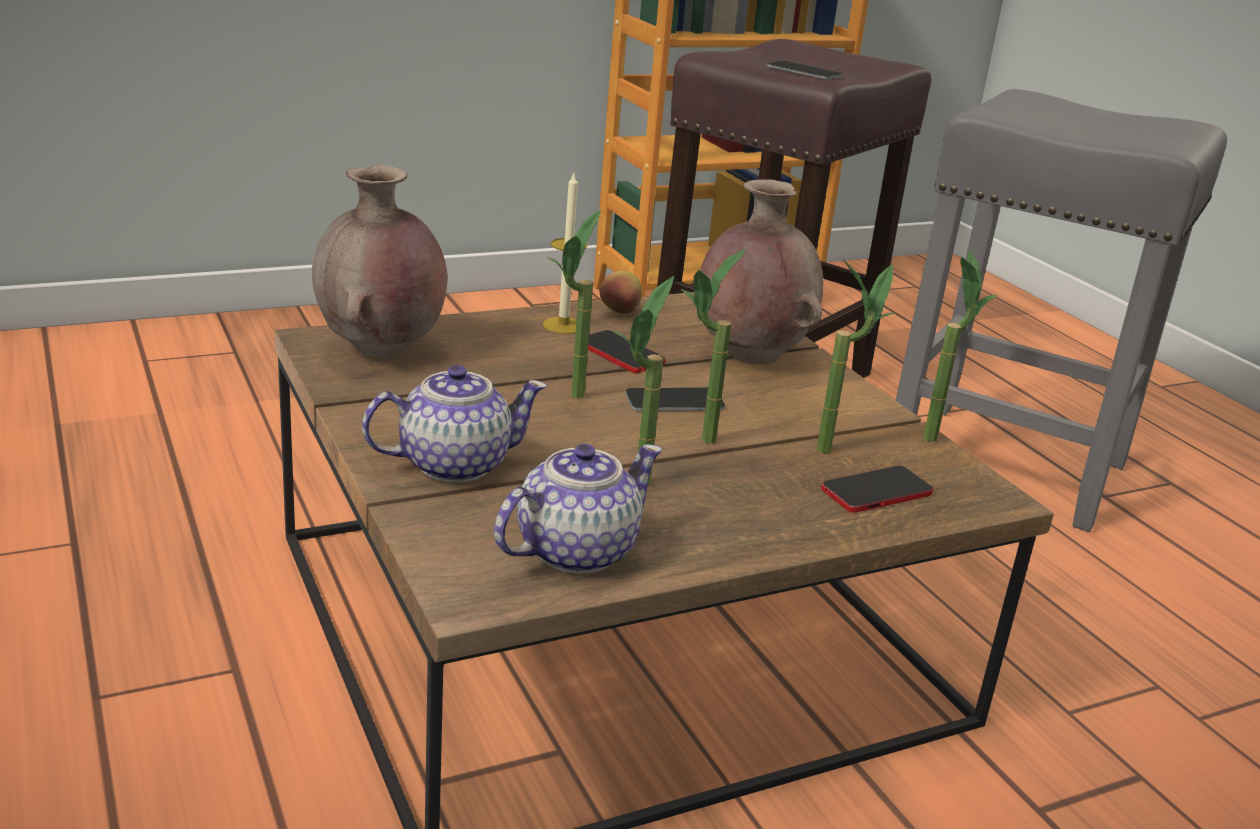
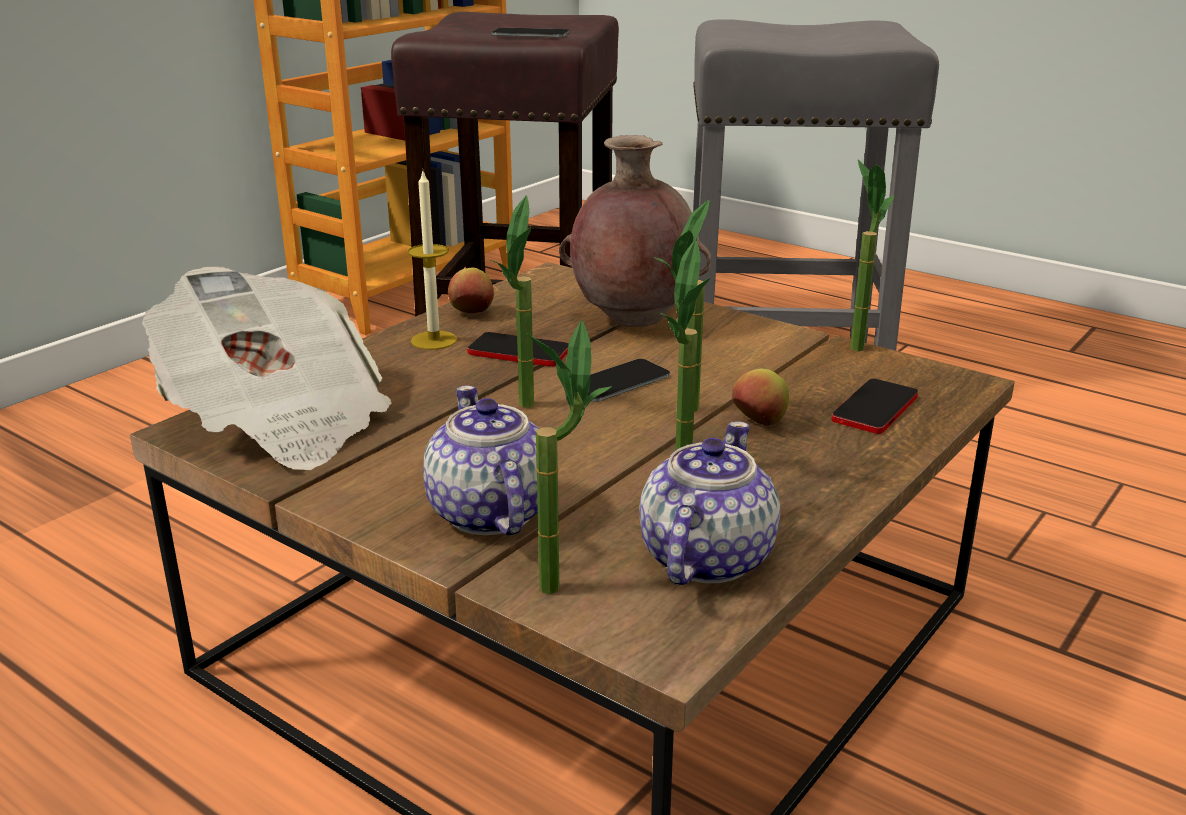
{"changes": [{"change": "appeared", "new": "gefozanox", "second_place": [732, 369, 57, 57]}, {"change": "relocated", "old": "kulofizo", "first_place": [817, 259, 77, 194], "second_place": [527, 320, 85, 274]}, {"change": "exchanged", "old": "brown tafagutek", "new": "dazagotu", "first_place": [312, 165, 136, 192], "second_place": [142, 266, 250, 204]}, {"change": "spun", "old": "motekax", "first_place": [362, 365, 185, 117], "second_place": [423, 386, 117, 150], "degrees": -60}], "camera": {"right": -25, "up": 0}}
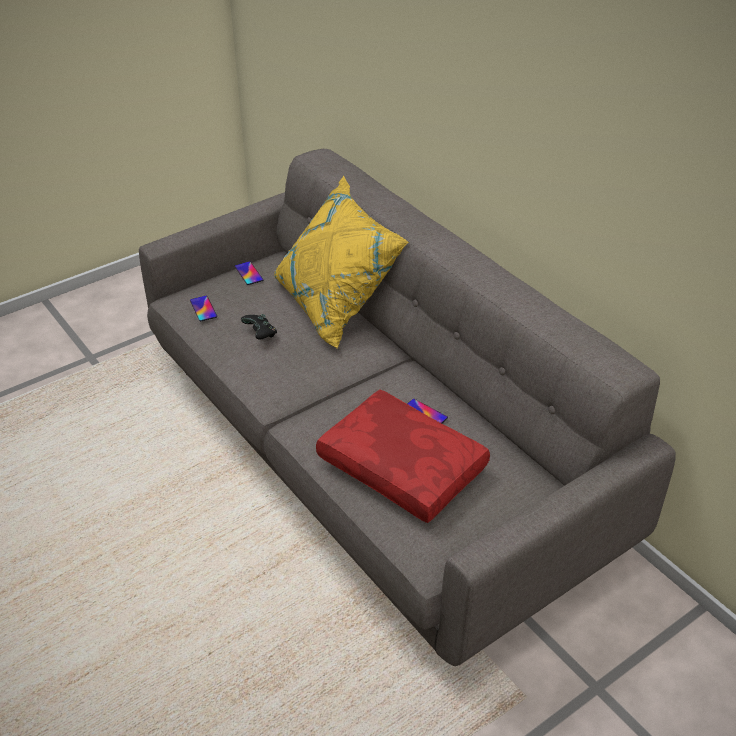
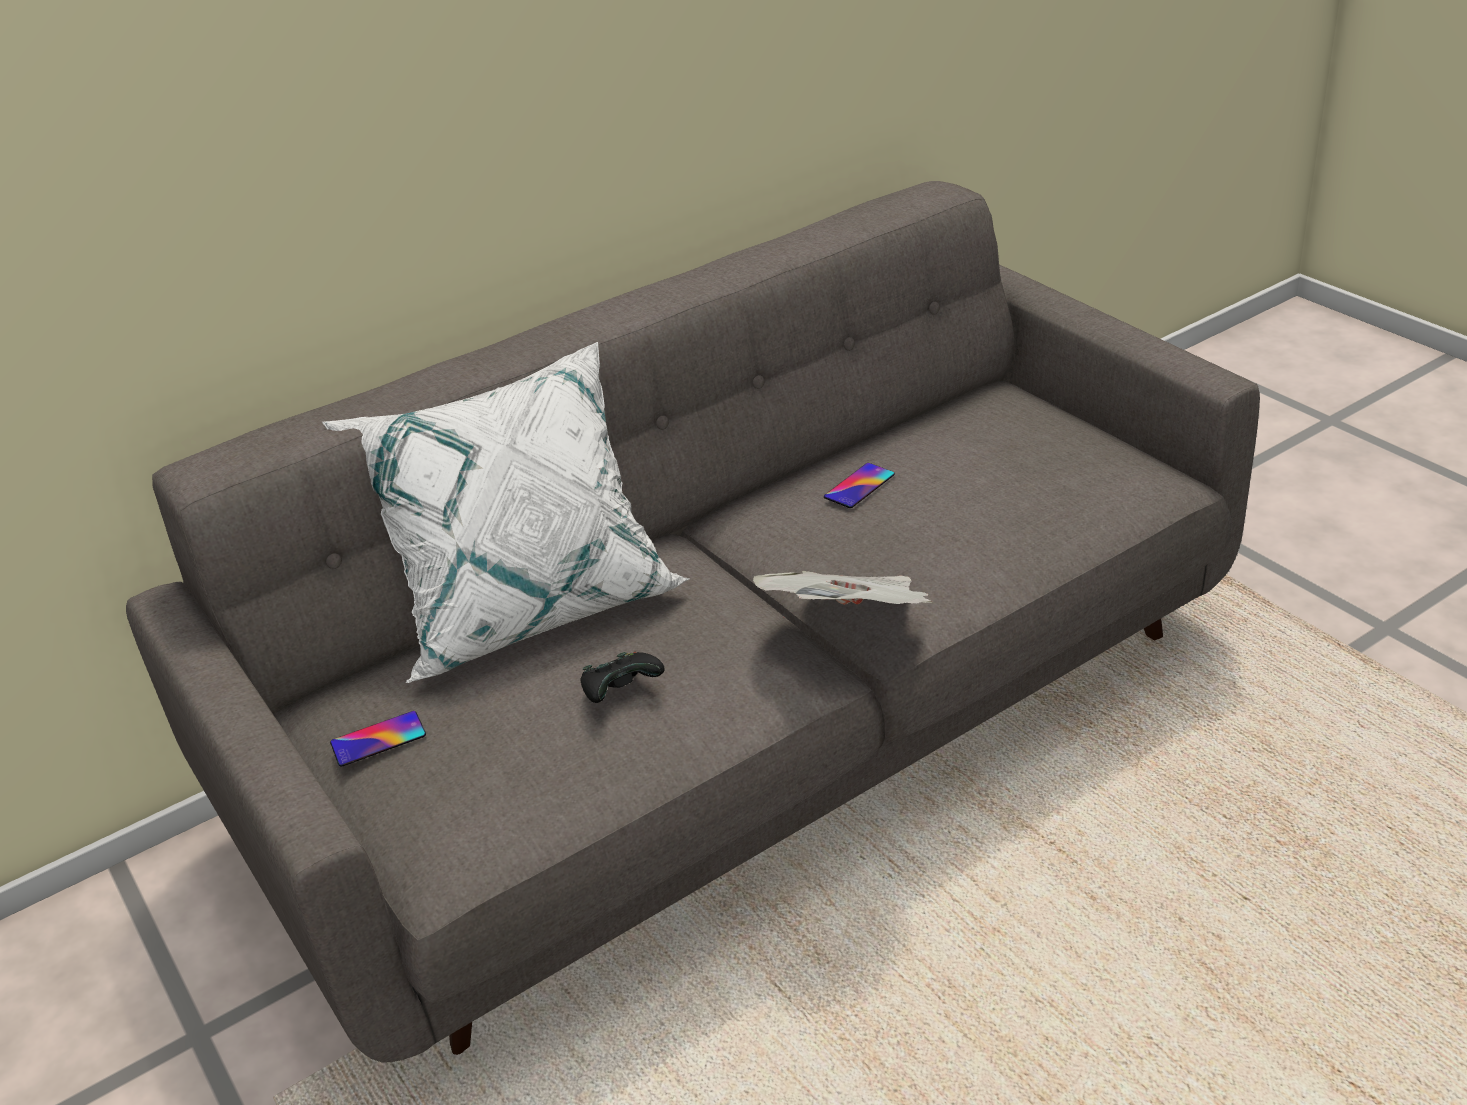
{"changes": [{"change": "missing", "old": "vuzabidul", "first_place": [190, 296, 27, 25]}, {"change": "missing", "old": "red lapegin", "first_place": [316, 390, 174, 133]}, {"change": "appeared", "new": "dazagotu", "second_place": [753, 571, 179, 34]}, {"change": "colour", "old": "yellow lapegin", "new": "white lapegin", "first_place": [274, 176, 135, 172], "second_place": [322, 342, 368, 341]}], "camera": {"right": -85, "up": -5}}
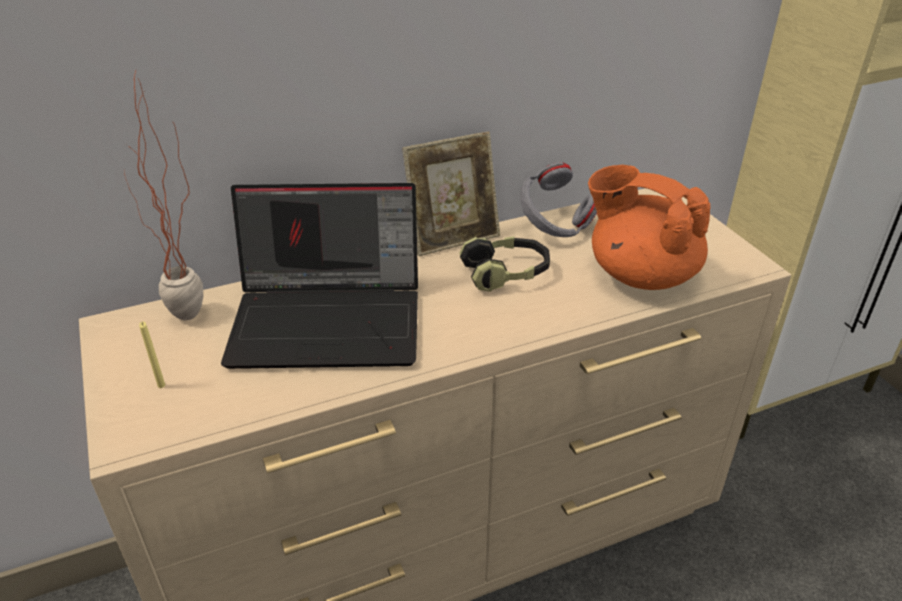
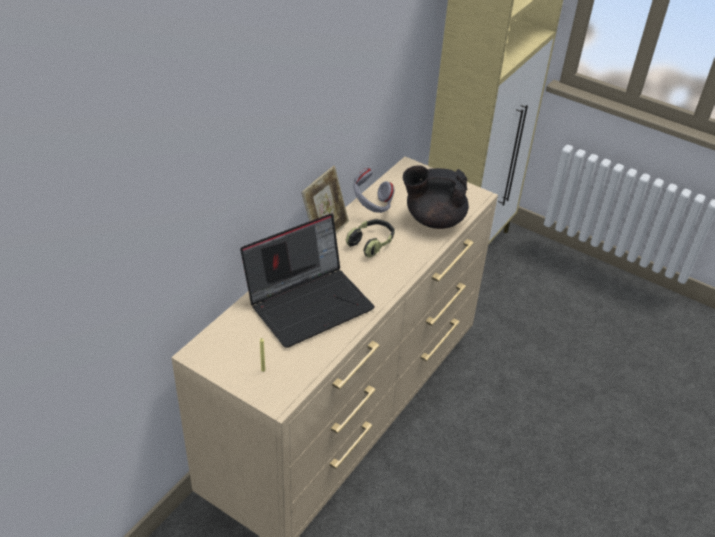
{"changes": [{"change": "missing", "old": "kulofizo", "first_place": [124, 70, 79, 250]}, {"change": "colour", "old": "orange motekax", "new": "black motekax", "first_place": [588, 165, 123, 125], "second_place": [403, 165, 66, 64]}], "camera": {"right": -35, "up": 5}}
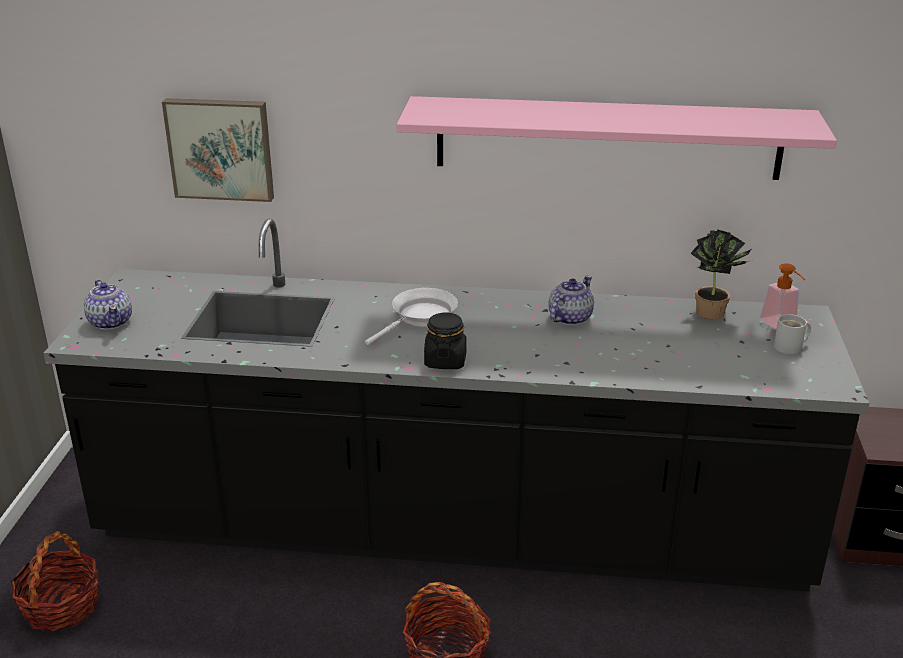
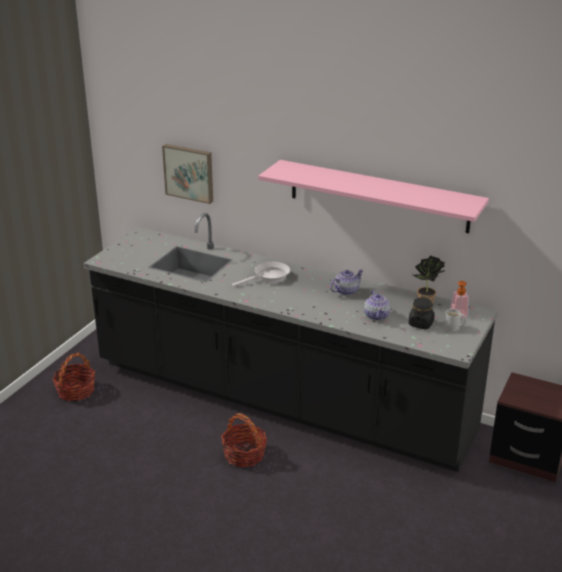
{"changes": [{"change": "relocated", "old": "motekax", "first_place": [84, 280, 48, 50], "second_place": [364, 290, 27, 31]}, {"change": "relocated", "old": "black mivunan", "first_place": [424, 313, 43, 56], "second_place": [408, 298, 27, 31]}], "camera": {"right": 20, "up": 0}}
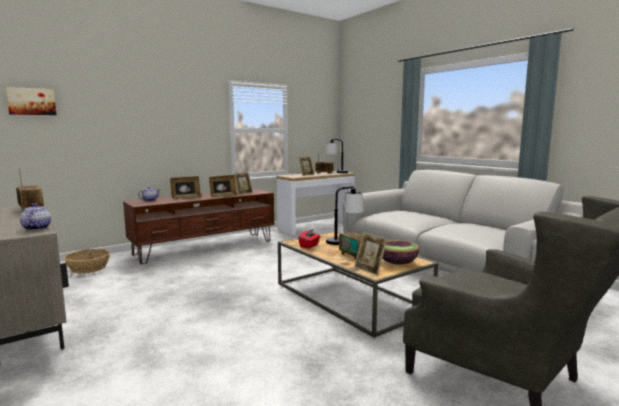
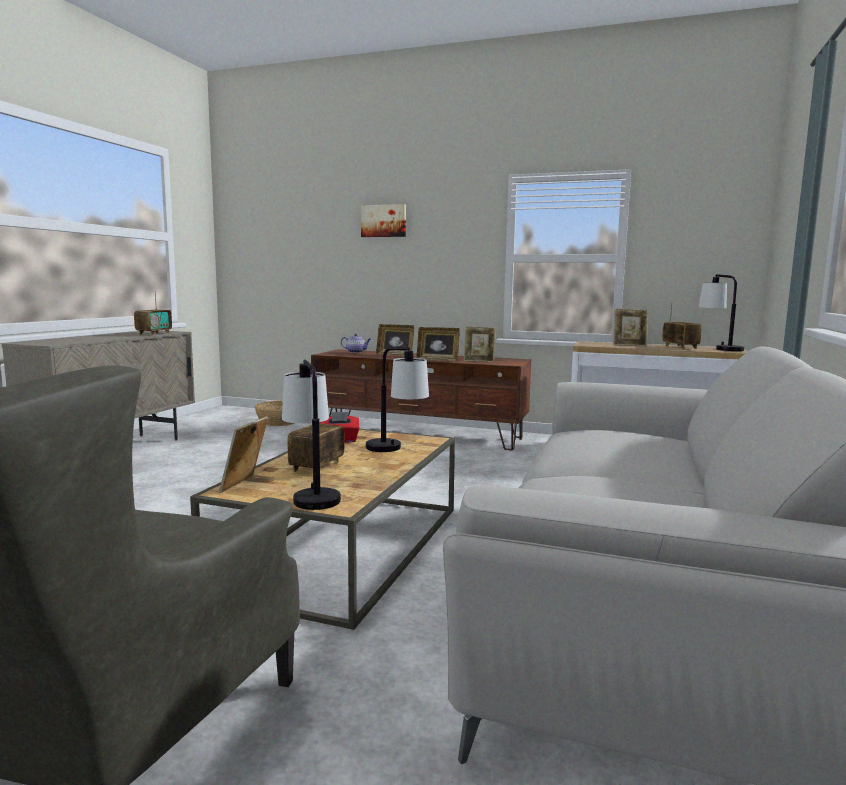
{"changes": [{"change": "missing", "old": "motekax", "first_place": [20, 203, 31, 27]}, {"change": "relocated", "old": "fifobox", "first_place": [6, 87, 50, 28], "second_place": [361, 204, 45, 33]}, {"change": "exchanged", "old": "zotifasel", "new": "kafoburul", "first_place": [383, 240, 37, 25], "second_place": [282, 360, 59, 150]}], "camera": {"right": 55, "up": 0}}
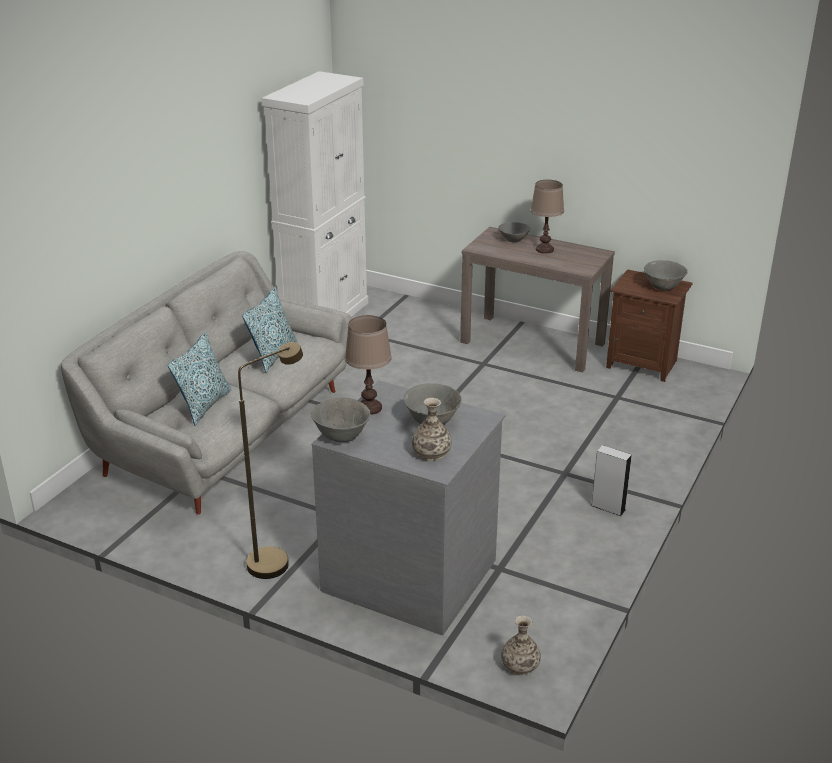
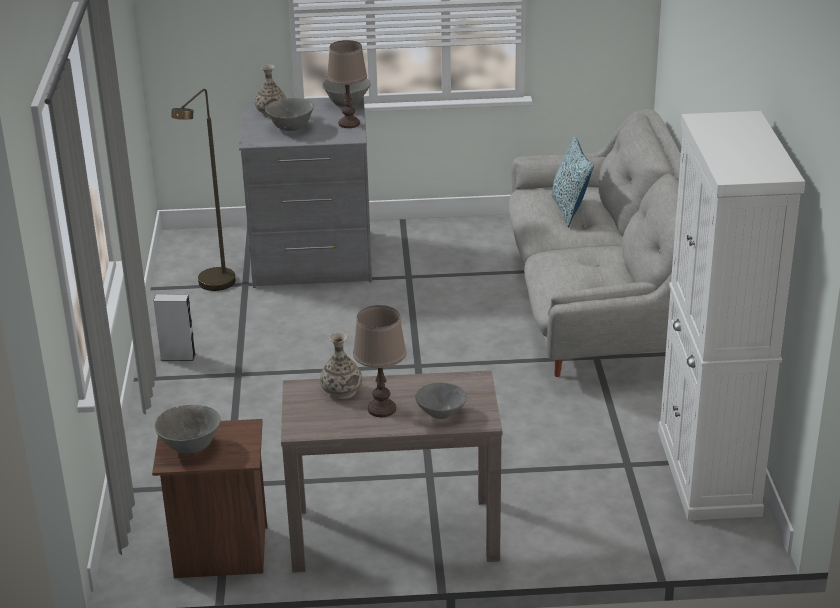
{"changes": [{"change": "missing", "old": "lapegin", "first_place": [242, 287, 56, 86]}, {"change": "relocated", "old": "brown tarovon", "first_place": [238, 342, 65, 237], "second_place": [171, 89, 65, 202]}, {"change": "relocated", "old": "tafagutek", "first_place": [501, 616, 40, 59], "second_place": [320, 332, 42, 67]}], "camera": {"right": 150, "up": 0}}
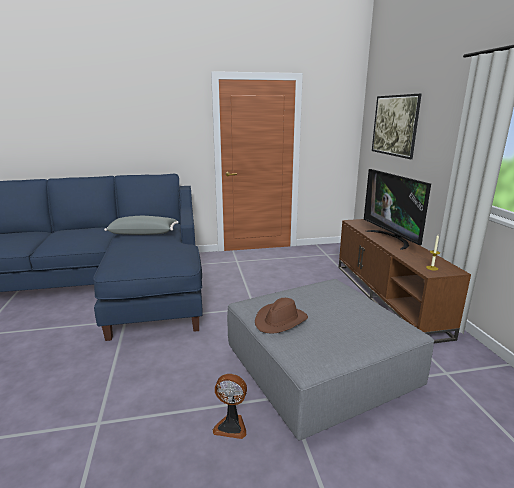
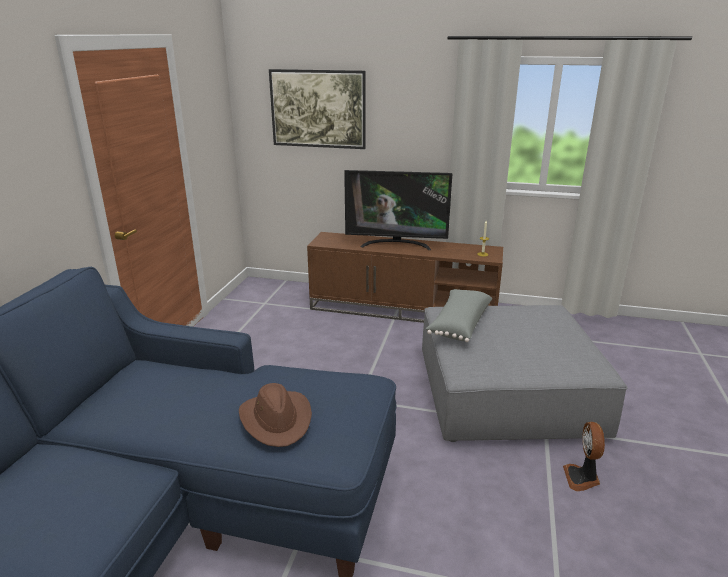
{"changes": [{"change": "relocated", "old": "grey lapegin", "first_place": [104, 216, 75, 19], "second_place": [426, 289, 67, 53]}, {"change": "relocated", "old": "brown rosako", "first_place": [255, 298, 53, 36], "second_place": [239, 383, 73, 64]}, {"change": "spun", "old": "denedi", "first_place": [212, 374, 35, 65], "second_place": [563, 422, 42, 69], "degrees": 150}], "camera": {"right": -65, "up": 5}}
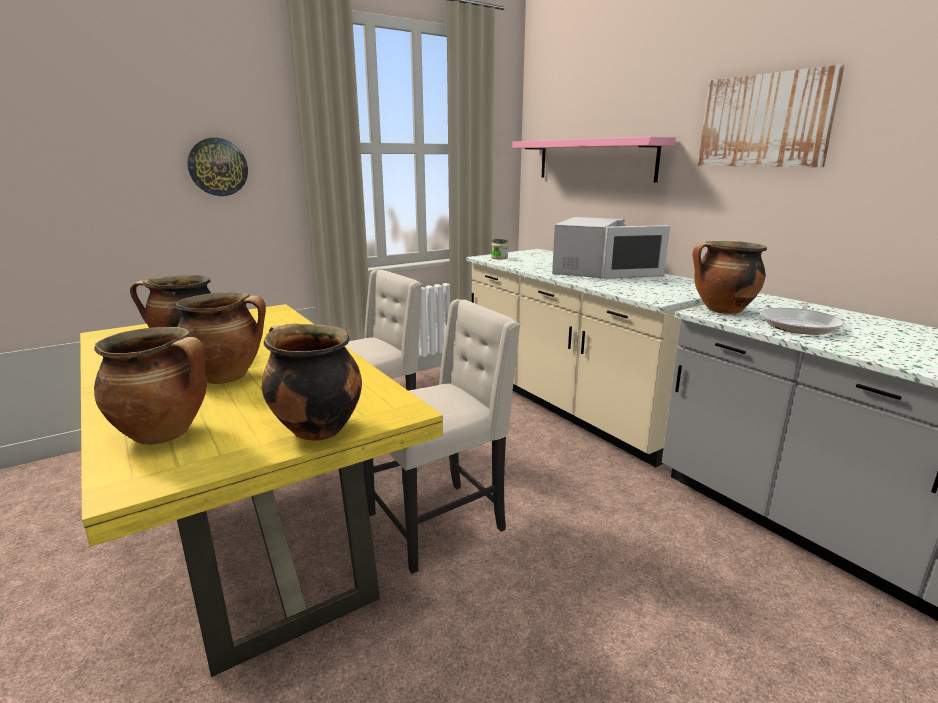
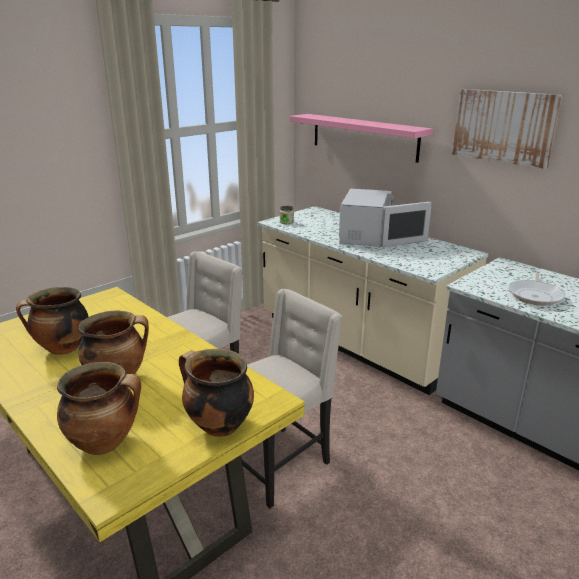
{"changes": [{"change": "missing", "old": "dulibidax", "first_place": [187, 138, 61, 58]}, {"change": "missing", "old": "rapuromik", "first_place": [693, 241, 74, 73]}], "camera": {"right": -10, "up": 5}}
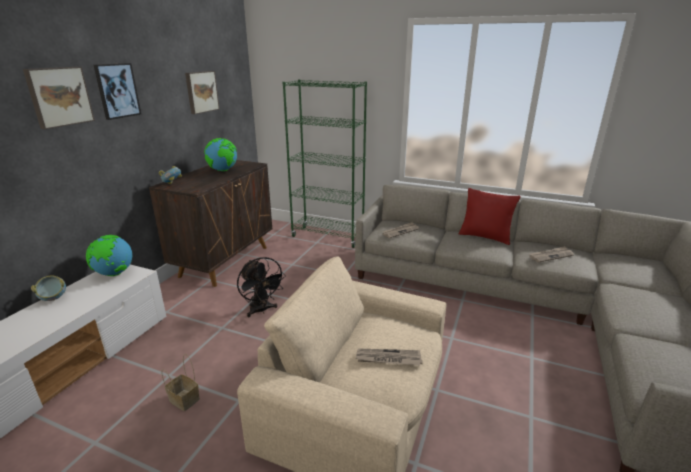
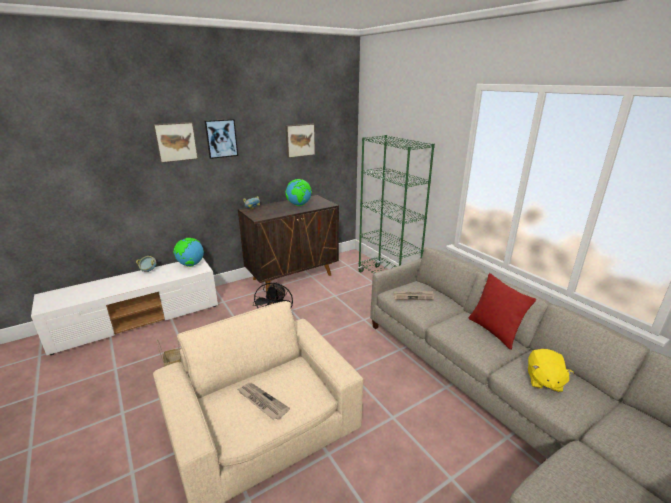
{"changes": [{"change": "exchanged", "old": "dazagotu", "new": "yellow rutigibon", "first_place": [529, 246, 45, 17], "second_place": [528, 349, 46, 43]}], "camera": {"right": 35, "up": 0}}
